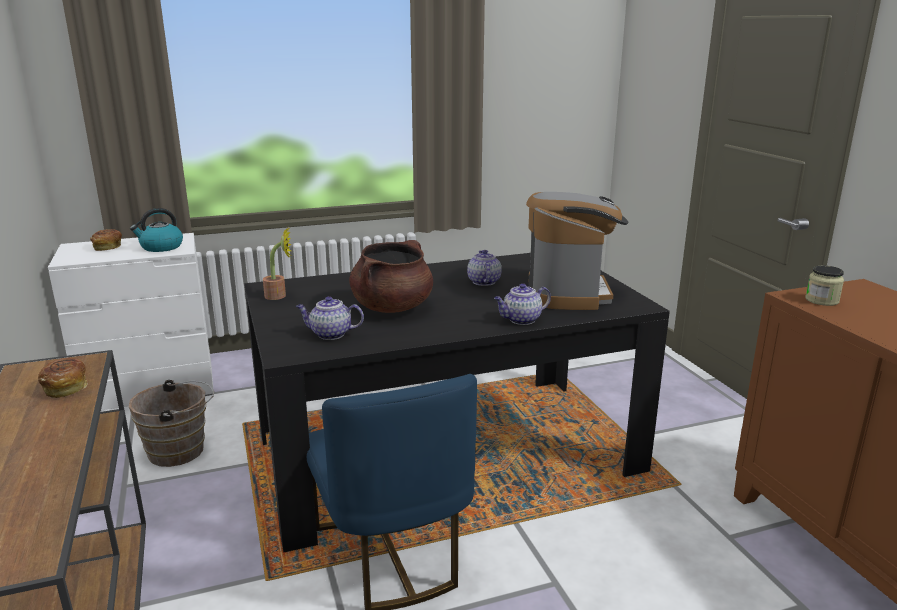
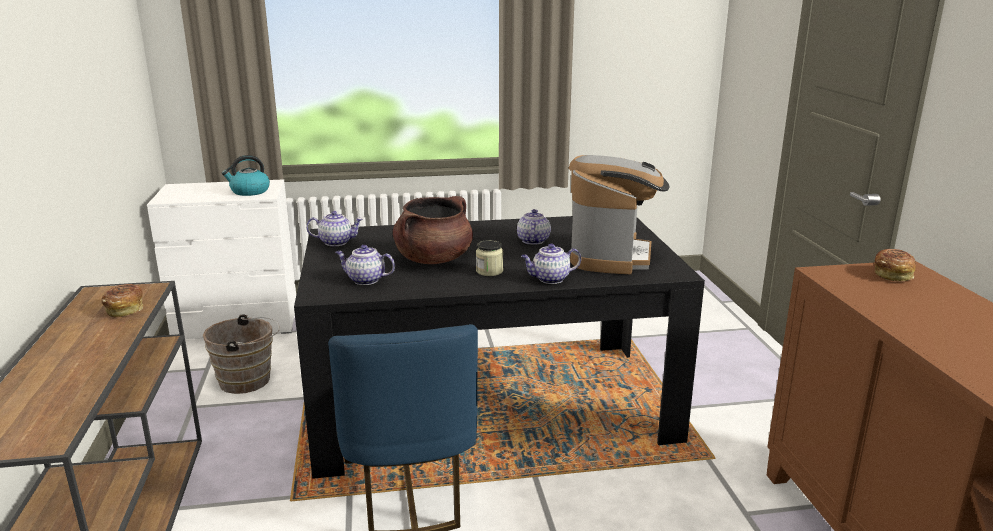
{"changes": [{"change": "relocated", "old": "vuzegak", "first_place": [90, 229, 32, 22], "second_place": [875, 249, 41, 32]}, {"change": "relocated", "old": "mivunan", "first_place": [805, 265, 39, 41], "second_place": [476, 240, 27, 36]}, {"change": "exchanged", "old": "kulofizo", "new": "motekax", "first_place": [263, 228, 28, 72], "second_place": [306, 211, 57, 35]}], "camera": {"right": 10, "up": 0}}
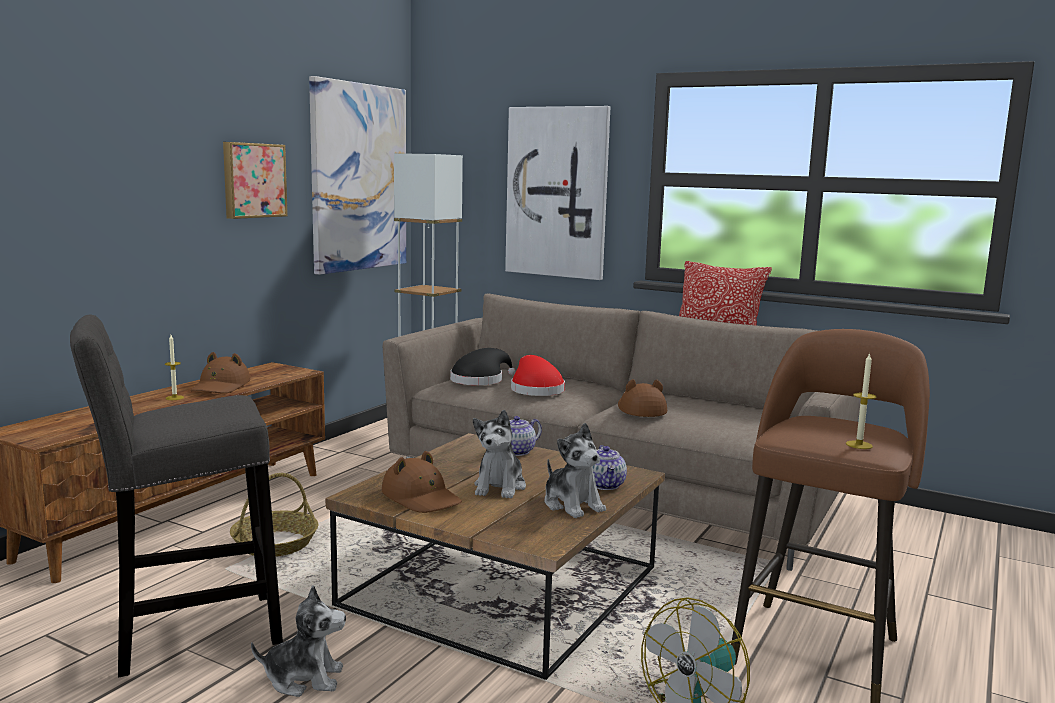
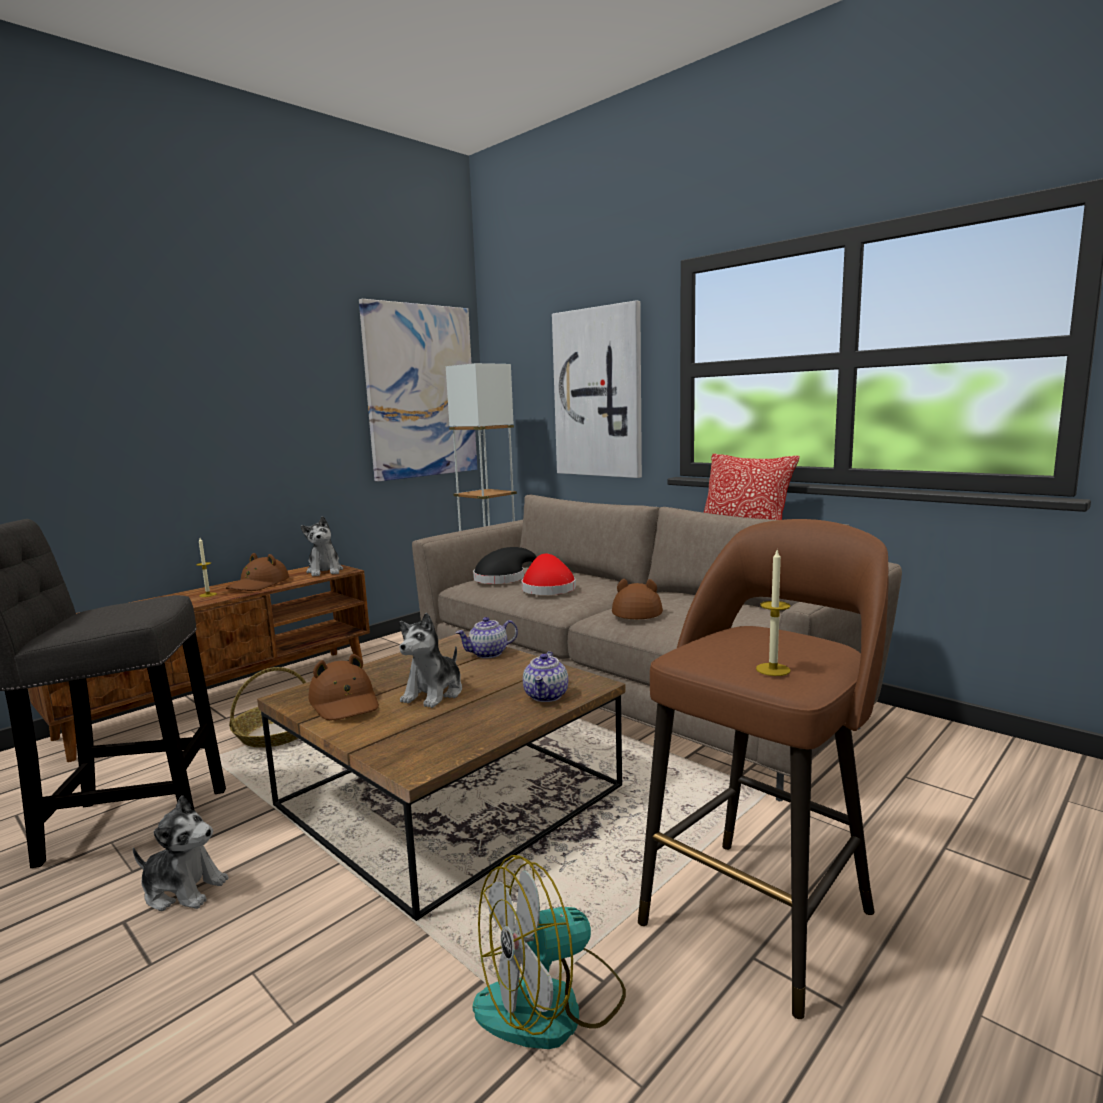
{"changes": [{"change": "missing", "old": "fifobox", "first_place": [223, 142, 65, 77]}, {"change": "relocated", "old": "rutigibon", "first_place": [544, 423, 62, 95], "second_place": [301, 516, 42, 60]}], "camera": {"right": 15, "up": 0}}
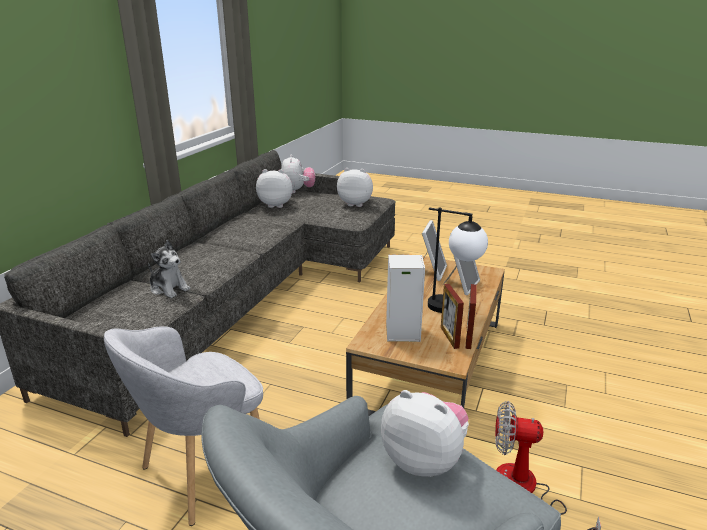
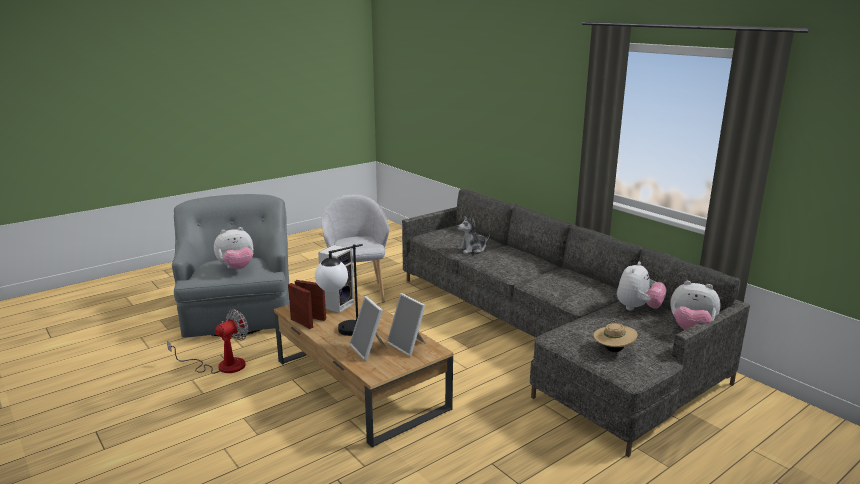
{"changes": [{"change": "exchanged", "old": "rutigibon", "new": "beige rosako", "first_place": [337, 168, 36, 39], "second_place": [593, 320, 44, 32]}], "camera": {"right": 120, "up": -5}}
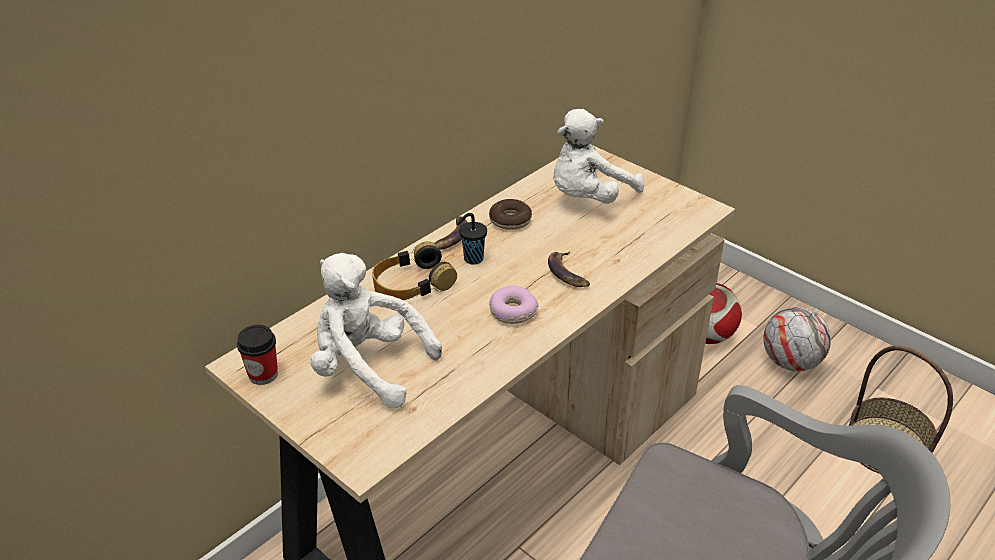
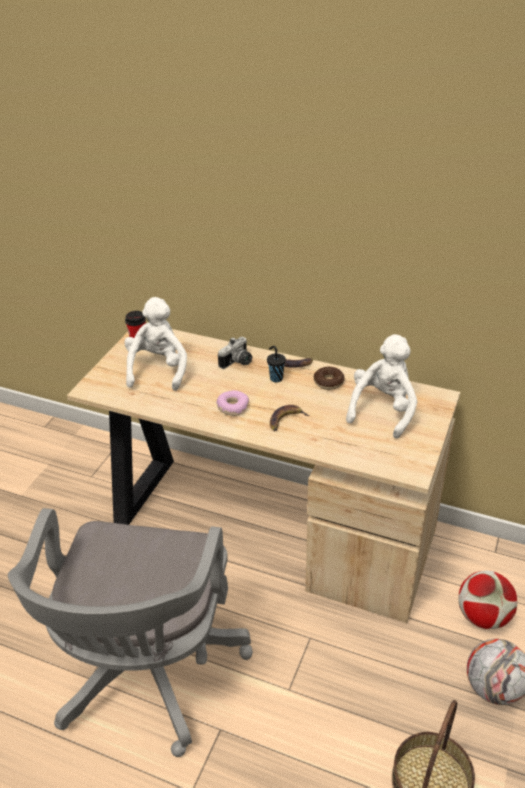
{"changes": [{"change": "exchanged", "old": "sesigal", "new": "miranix", "first_place": [372, 241, 85, 59], "second_place": [218, 337, 34, 32]}, {"change": "spun", "old": "white rutigibon", "first_place": [553, 109, 91, 95], "second_place": [346, 334, 71, 105], "degrees": 90}], "camera": {"right": 70, "up": 0}}
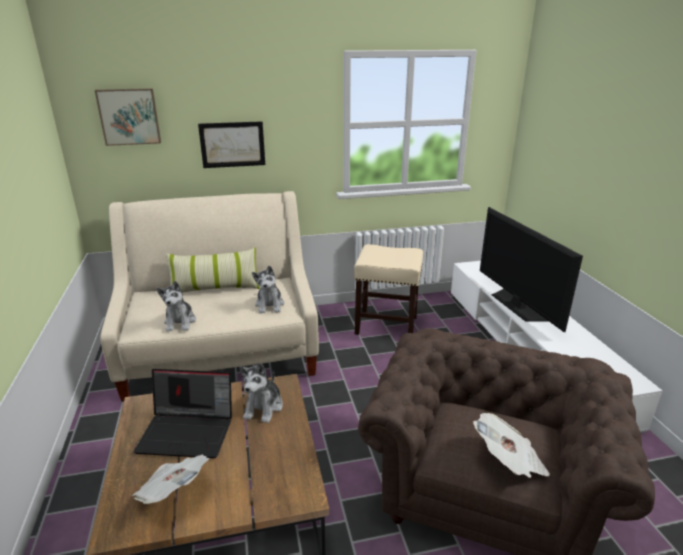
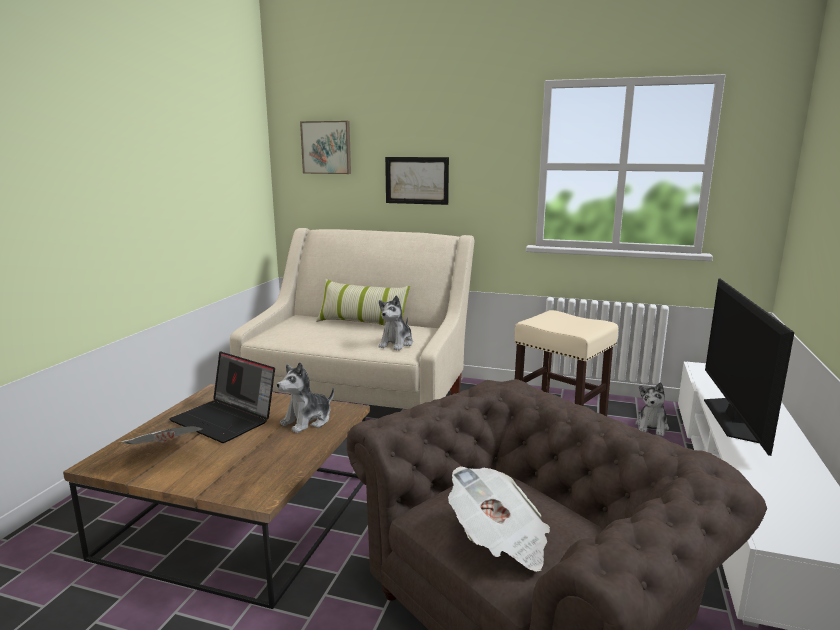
{"changes": [{"change": "relocated", "old": "rutigibon", "first_place": [156, 281, 40, 51], "second_place": [635, 382, 34, 54]}], "camera": {"right": 30, "up": -10}}
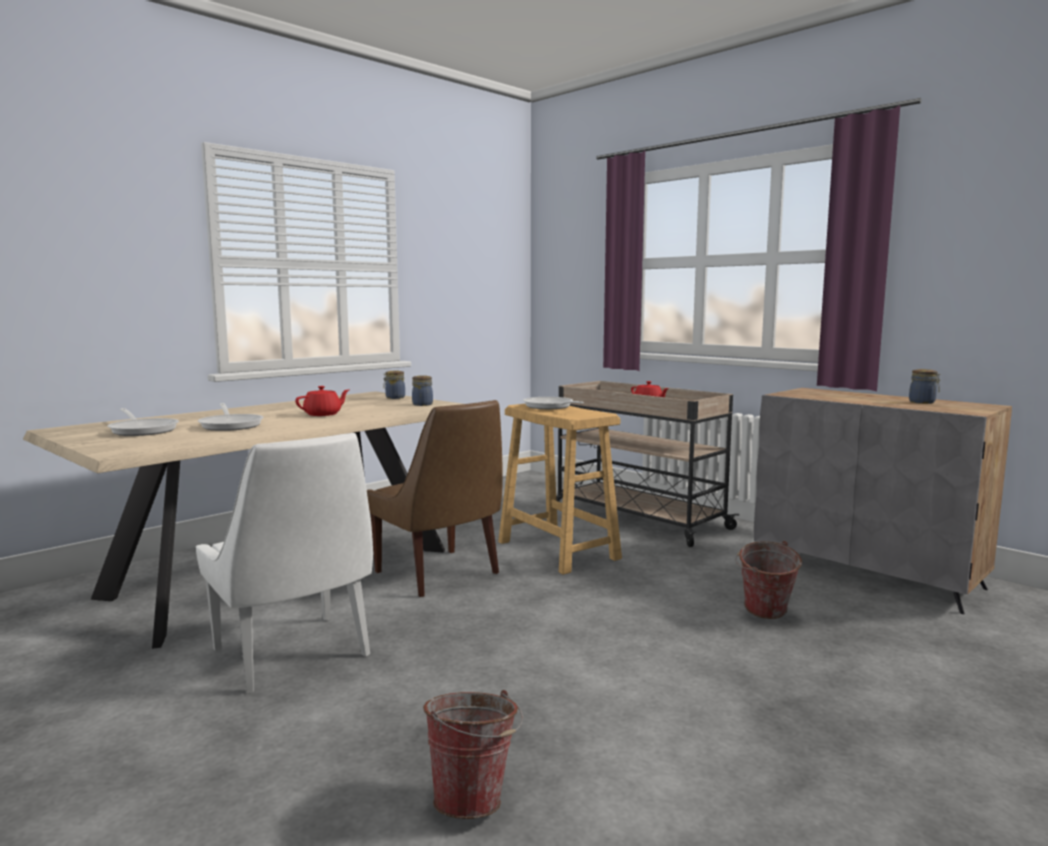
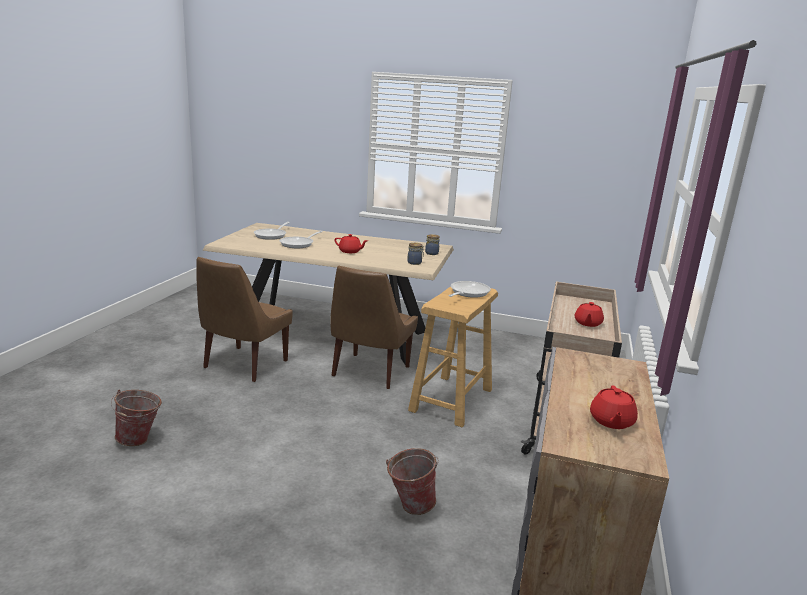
{"changes": [{"change": "exchanged", "old": "mivunan", "new": "red motekax", "first_place": [909, 369, 32, 35], "second_place": [590, 386, 48, 43]}, {"change": "colour", "old": "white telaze", "new": "brown telaze", "first_place": [196, 433, 177, 260], "second_place": [196, 257, 97, 125]}], "camera": {"right": 60, "up": 10}}
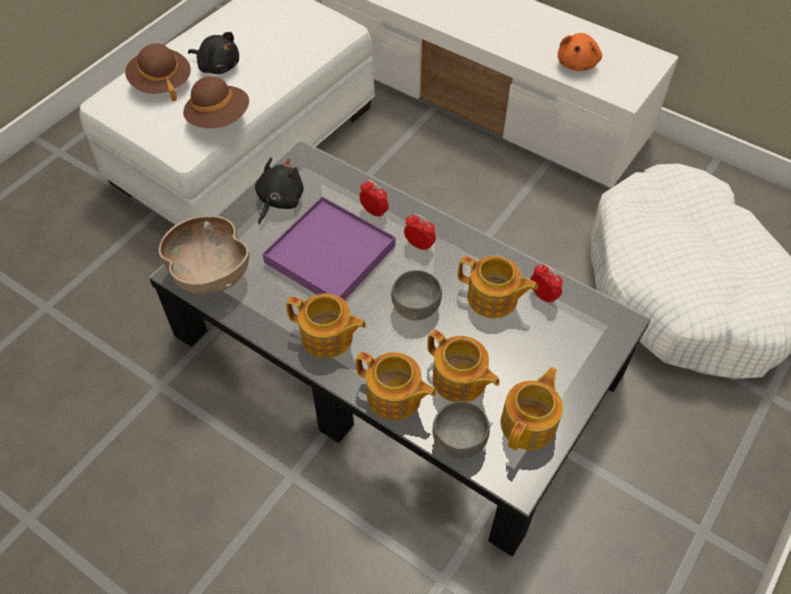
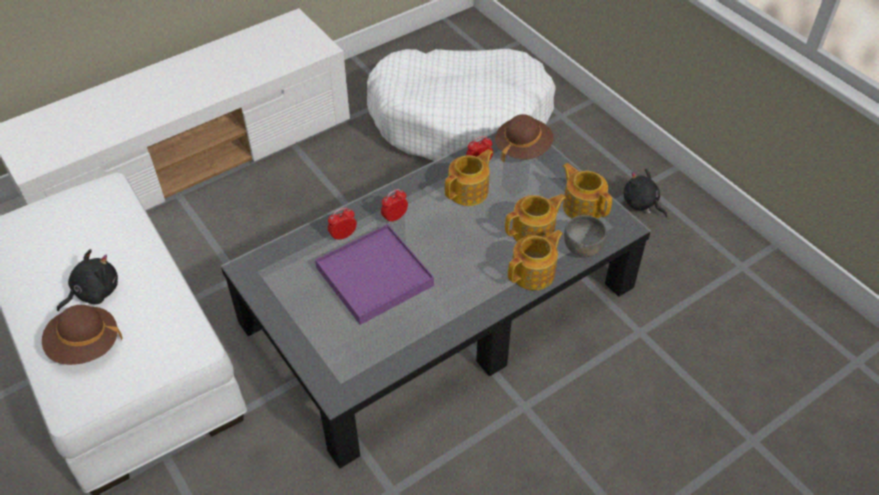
{"changes": [{"change": "missing", "old": "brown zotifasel", "first_place": [159, 216, 90, 78]}, {"change": "missing", "old": "motekax", "first_place": [286, 294, 80, 65]}, {"change": "missing", "old": "grey zotifasel", "first_place": [391, 270, 51, 50]}, {"change": "missing", "old": "orange rutigibon", "first_place": [558, 33, 44, 38]}, {"change": "relocated", "old": "brown rosako", "first_place": [183, 76, 66, 52], "second_place": [495, 114, 59, 49]}, {"change": "relocated", "old": "black rutigibon", "first_place": [255, 157, 49, 68], "second_place": [624, 169, 43, 48]}], "camera": {"right": -70, "up": -5}}
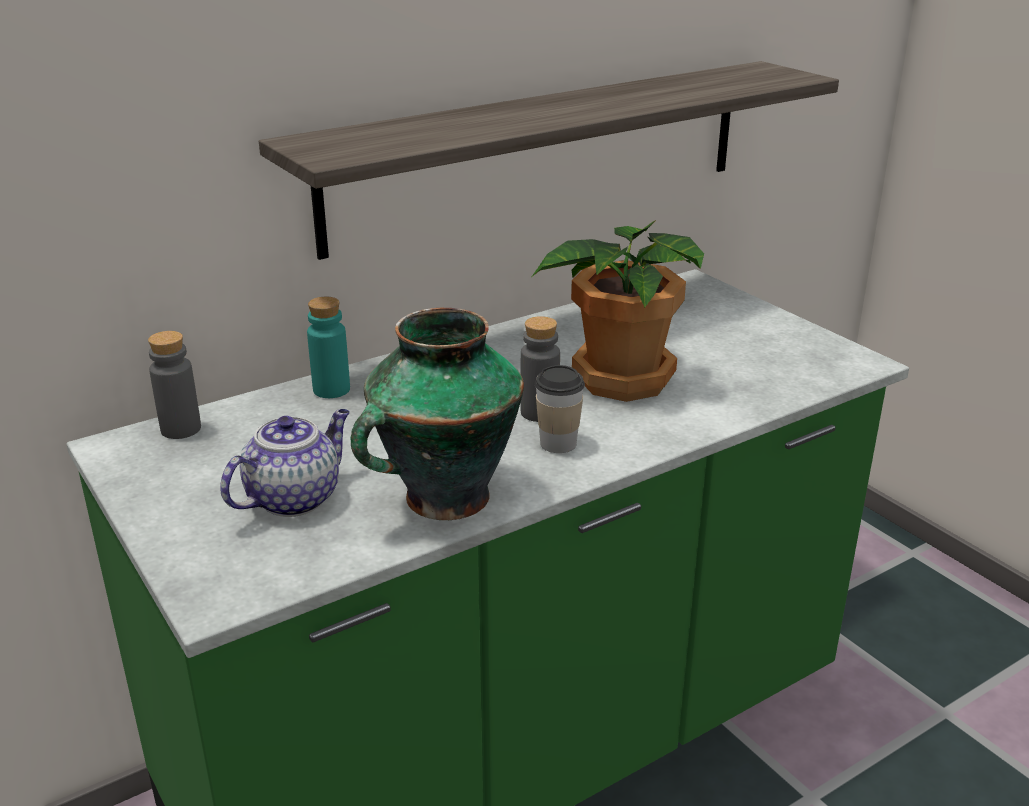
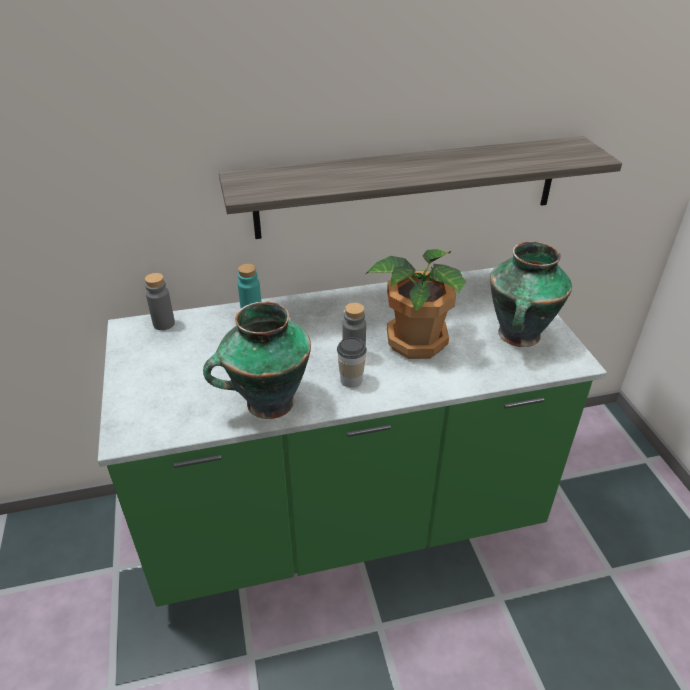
{"changes": [{"change": "missing", "old": "motekax", "first_place": [220, 409, 130, 108]}, {"change": "appeared", "new": "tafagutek", "second_place": [490, 241, 82, 106]}], "camera": {"right": 20, "up": 10}}
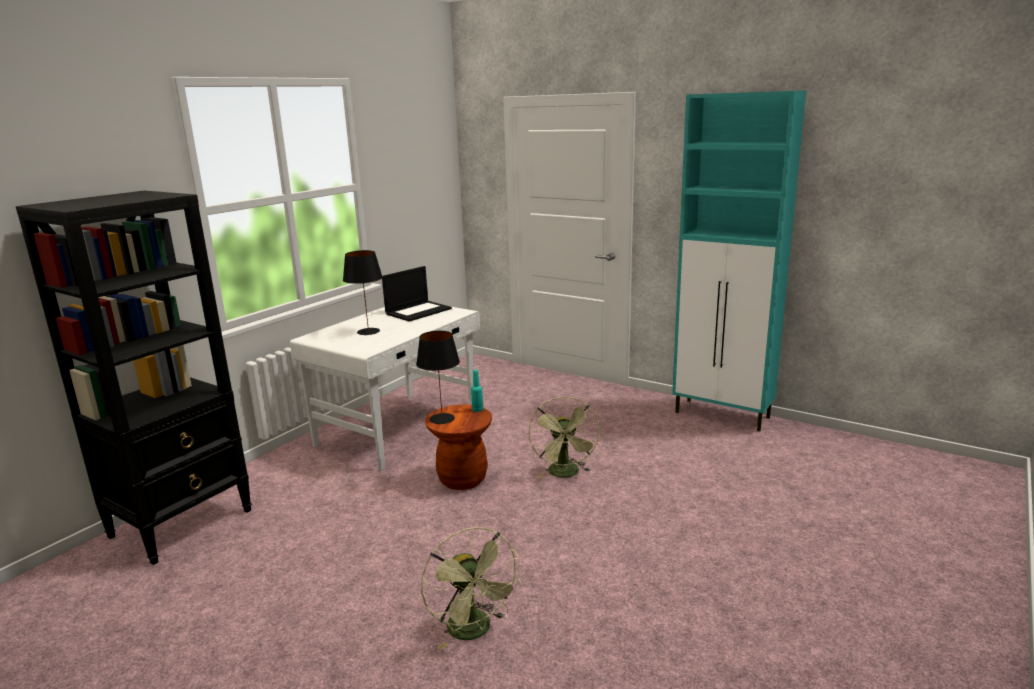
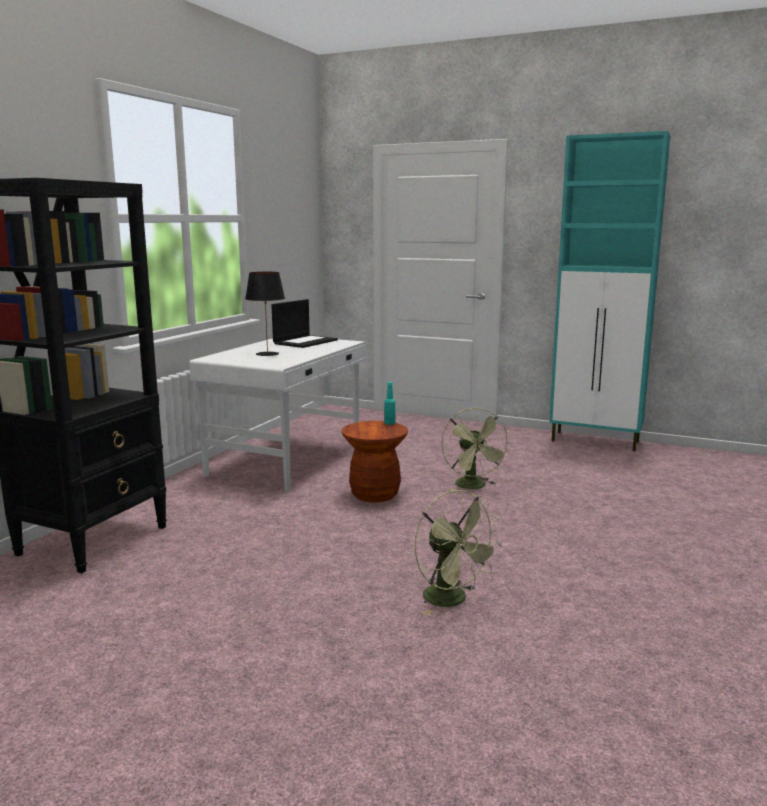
{"changes": [{"change": "missing", "old": "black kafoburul", "first_place": [416, 331, 44, 93]}], "camera": {"right": -10, "up": -5}}
